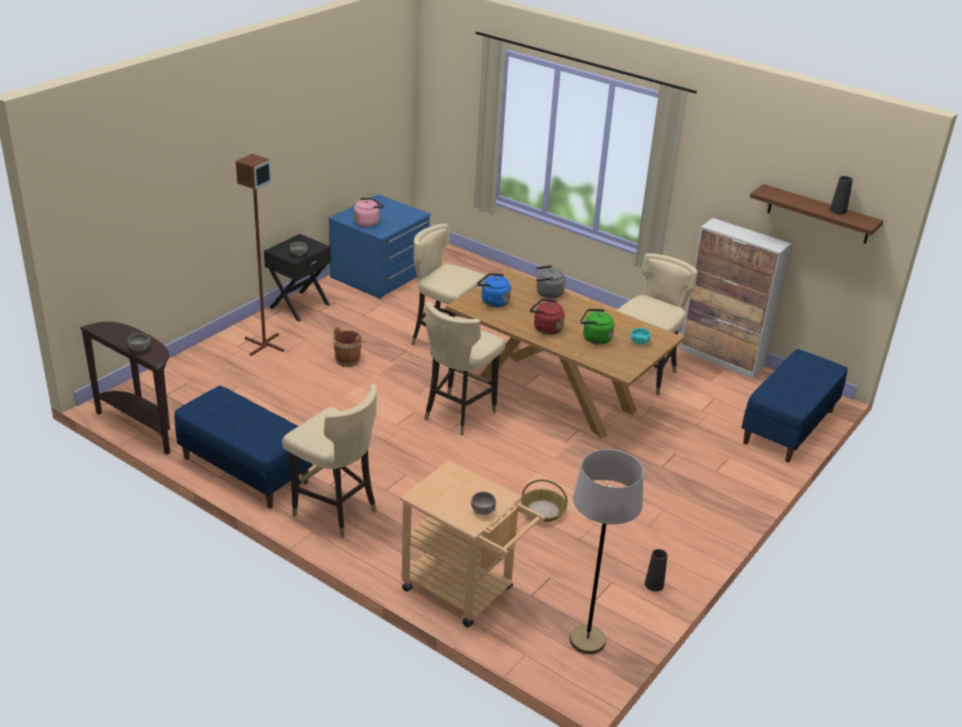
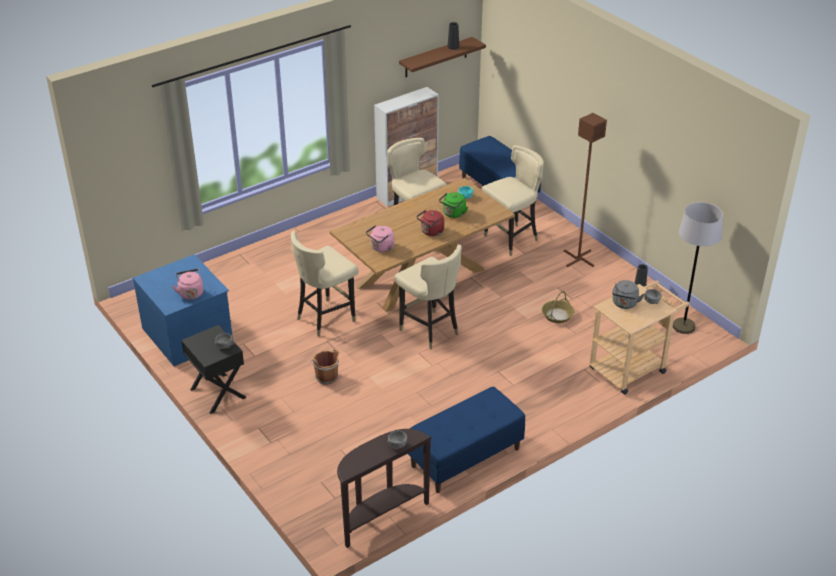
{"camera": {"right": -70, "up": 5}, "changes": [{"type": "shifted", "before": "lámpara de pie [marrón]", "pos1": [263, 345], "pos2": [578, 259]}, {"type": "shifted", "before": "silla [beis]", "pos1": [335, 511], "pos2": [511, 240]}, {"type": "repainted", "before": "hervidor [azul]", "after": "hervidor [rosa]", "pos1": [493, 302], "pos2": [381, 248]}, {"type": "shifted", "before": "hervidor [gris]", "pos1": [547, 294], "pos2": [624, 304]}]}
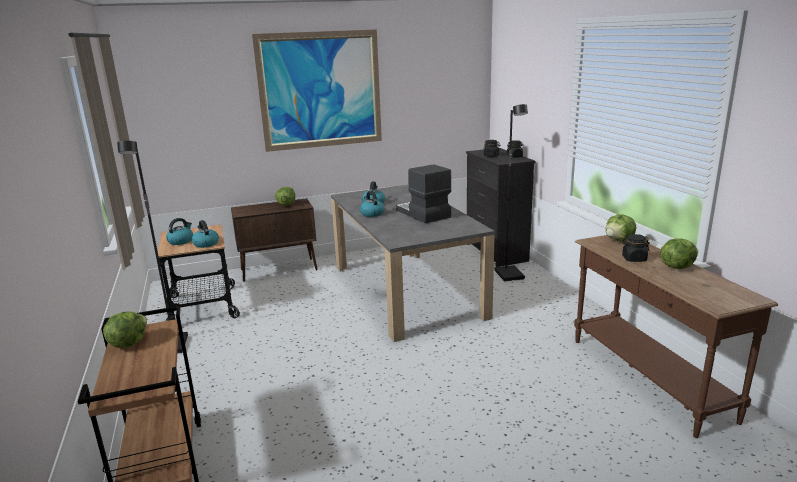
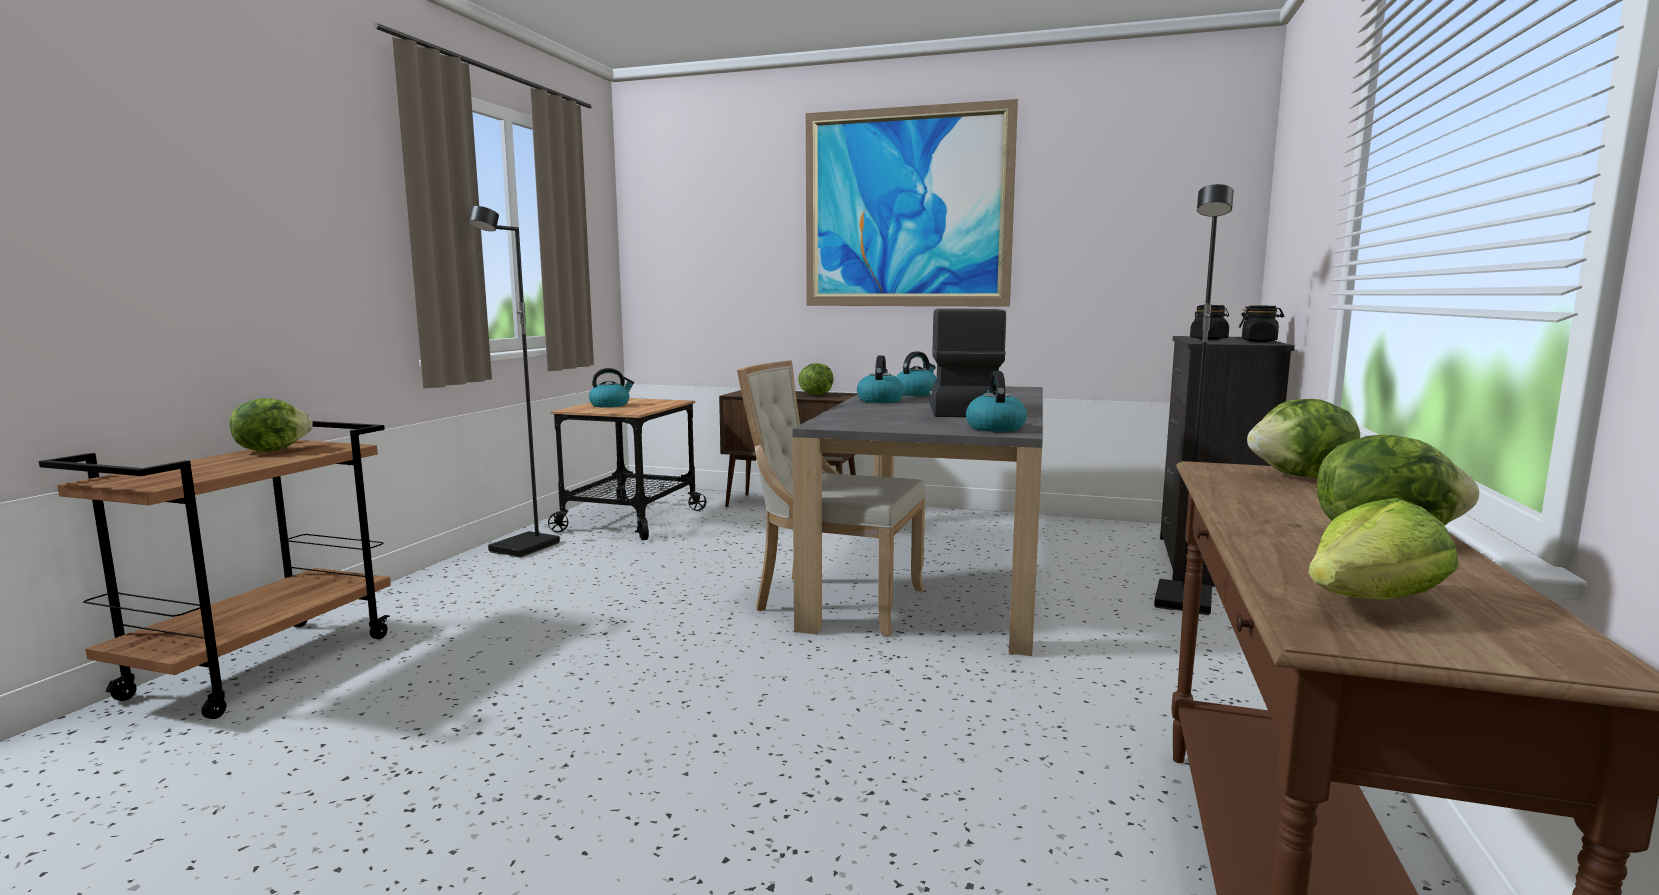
{"camera": {"right": 35, "up": -10}, "changes": [{"type": "shifted", "before": "hervidor", "pos1": [205, 244], "pos2": [995, 428]}, {"type": "gone", "before": "tarro [negro]", "pos1": [634, 259]}, {"type": "new", "after": "silla [beis]", "pos2": [833, 601]}, {"type": "new", "after": "lechuga", "pos2": [1372, 603]}]}
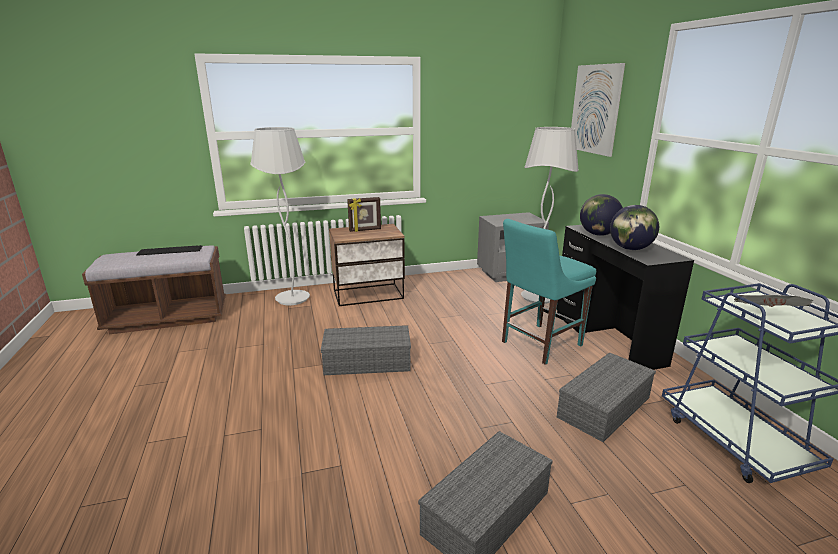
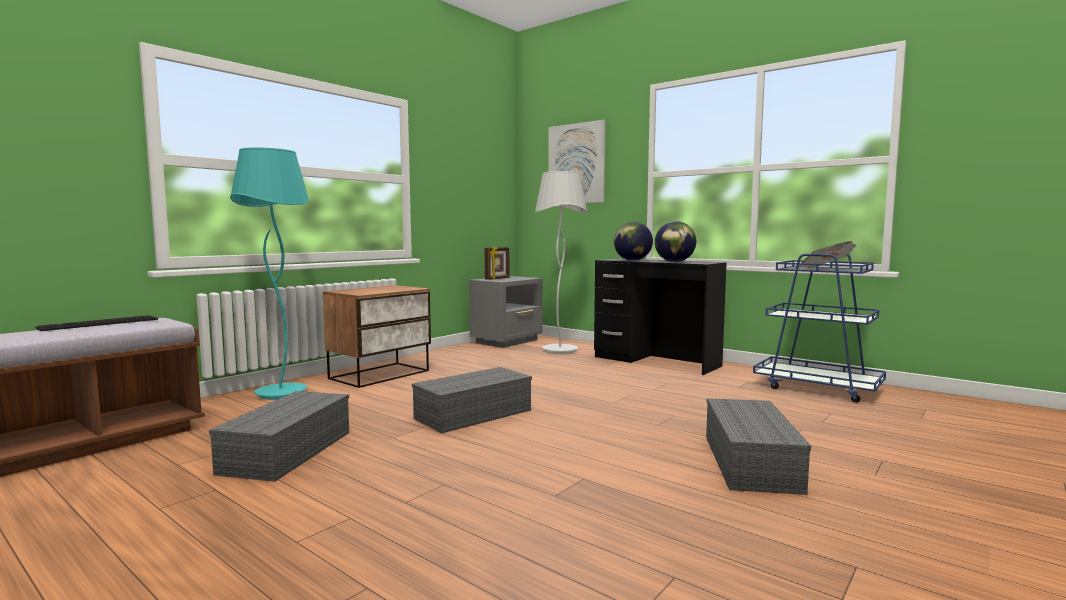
{"camera": {"right": -35, "up": -15}, "changes": [{"type": "repainted", "before": "lámpara de pie [blanco]", "after": "lámpara de pie [turquesa]", "pos1": [292, 299], "pos2": [280, 393]}, {"type": "shifted", "before": "portarretratos", "pos1": [365, 230], "pos2": [497, 279]}, {"type": "gone", "before": "silla [turquesa]", "pos1": [538, 344]}, {"type": "shifted", "before": "caja de almacenaje [gris]", "pos1": [603, 406], "pos2": [287, 451]}]}
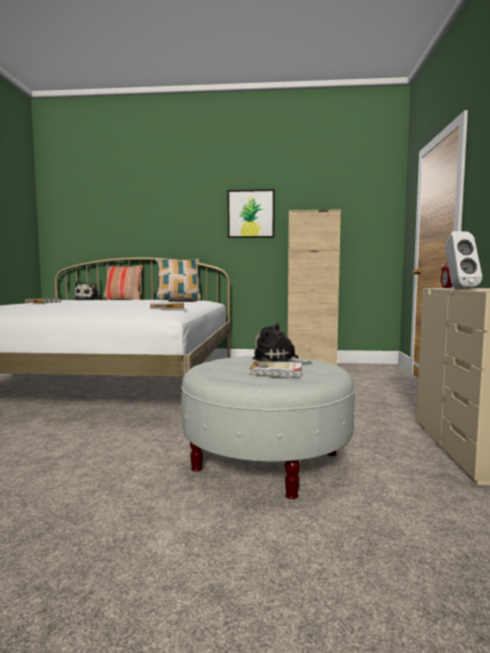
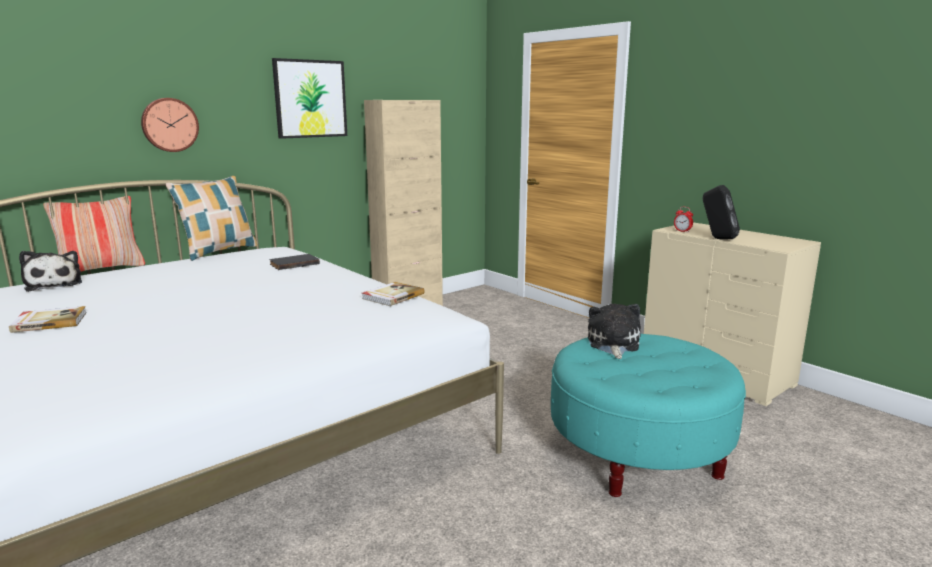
{"camera": {"right": -45, "up": 10}, "changes": [{"type": "repainted", "before": "puf [blanco]", "after": "puf [turquesa]", "pos1": [267, 461], "pos2": [638, 454]}, {"type": "gone", "before": "libro", "pos1": [276, 371]}, {"type": "rotated", "before": "peluche", "pos1": [278, 360], "pos2": [613, 344], "turn": 120}, {"type": "repainted", "before": "altavoz [blanco]", "after": "altavoz [negro]", "pos1": [458, 289], "pos2": [717, 238]}, {"type": "new", "after": "reloj de pared", "pos2": [169, 125]}]}
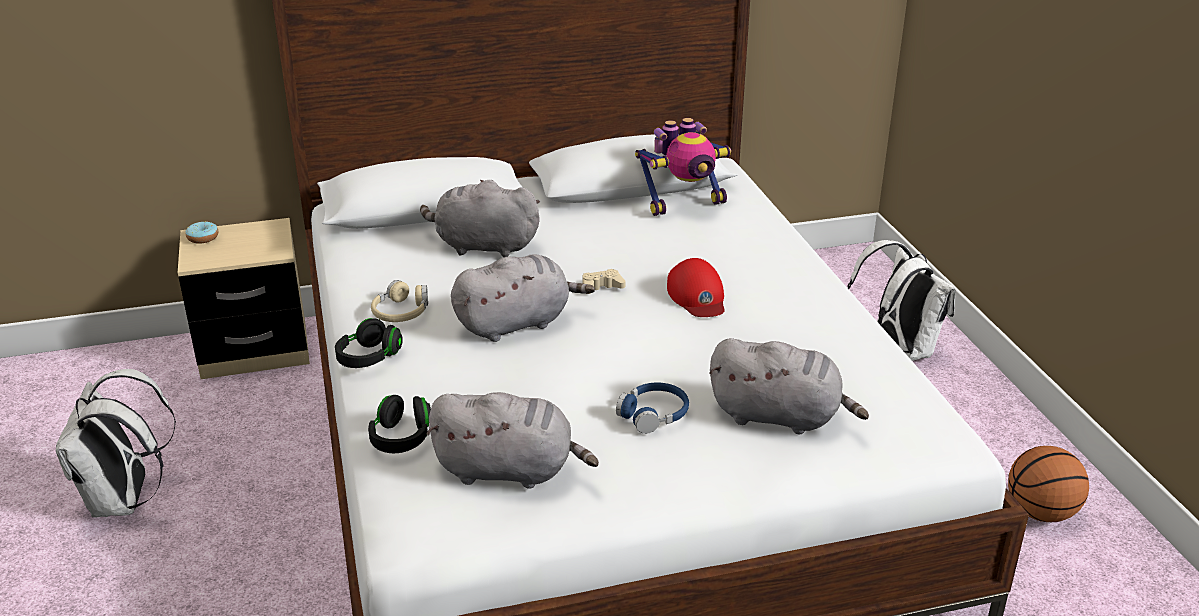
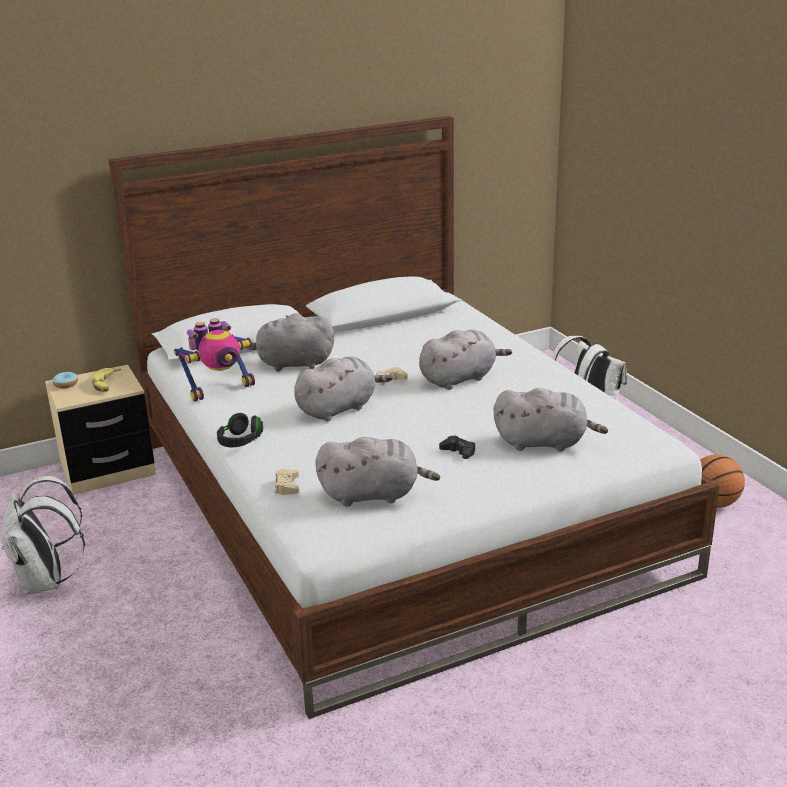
{"camera": {"right": -10, "up": -5}, "changes": [{"type": "swapped", "before": "auriculares [negro]", "after": "mando de consola [beis]", "pos1": [401, 438], "pos2": [287, 486]}, {"type": "gone", "before": "auriculares [beis]", "pos1": [401, 312]}, {"type": "swapped", "before": "auriculares [azul]", "after": "mando de consola [negro]", "pos1": [653, 414], "pos2": [458, 451]}, {"type": "shifted", "before": "robot de juguete", "pos1": [684, 204], "pos2": [220, 389]}, {"type": "swapped", "before": "gorra [rojo]", "after": "peluche [gris]", "pos1": [697, 296], "pos2": [460, 379]}, {"type": "new", "after": "plátano", "pos2": [107, 384]}]}
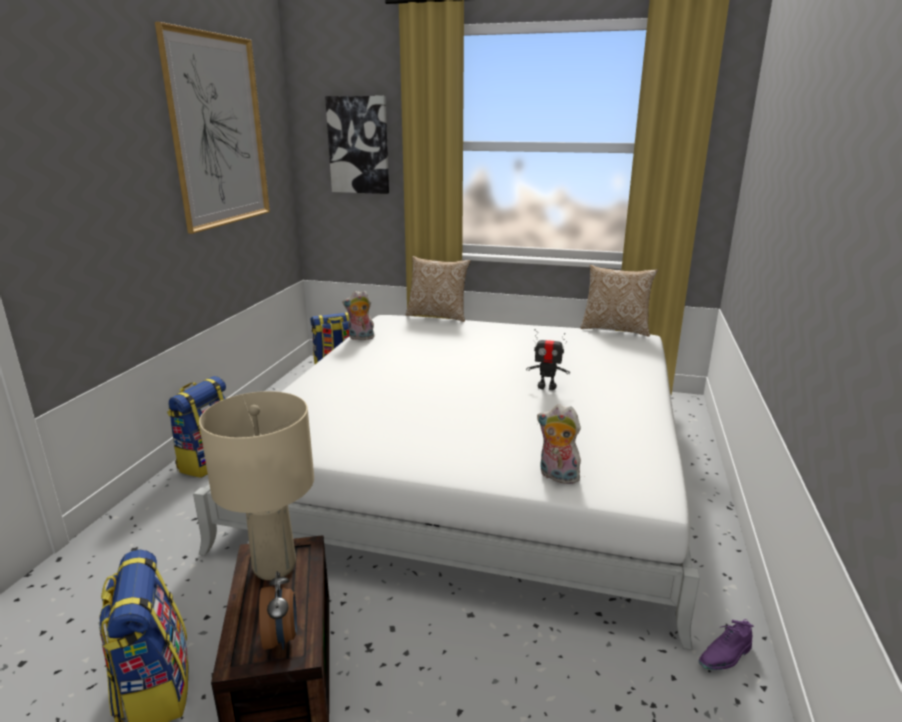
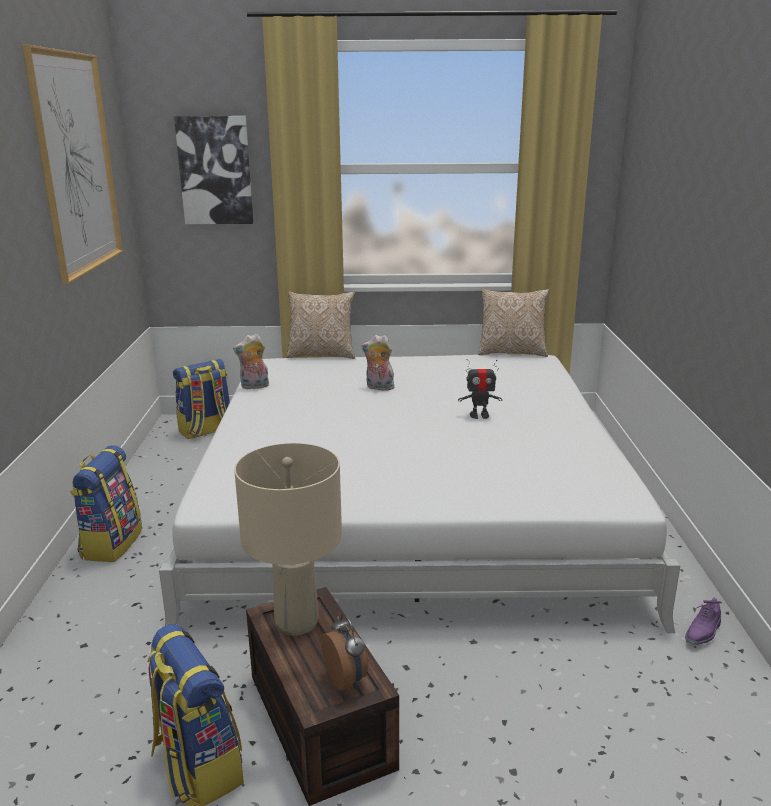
{"camera": {"right": -15, "up": 0}, "changes": [{"type": "shifted", "before": "peluche", "pos1": [557, 476], "pos2": [378, 388]}]}
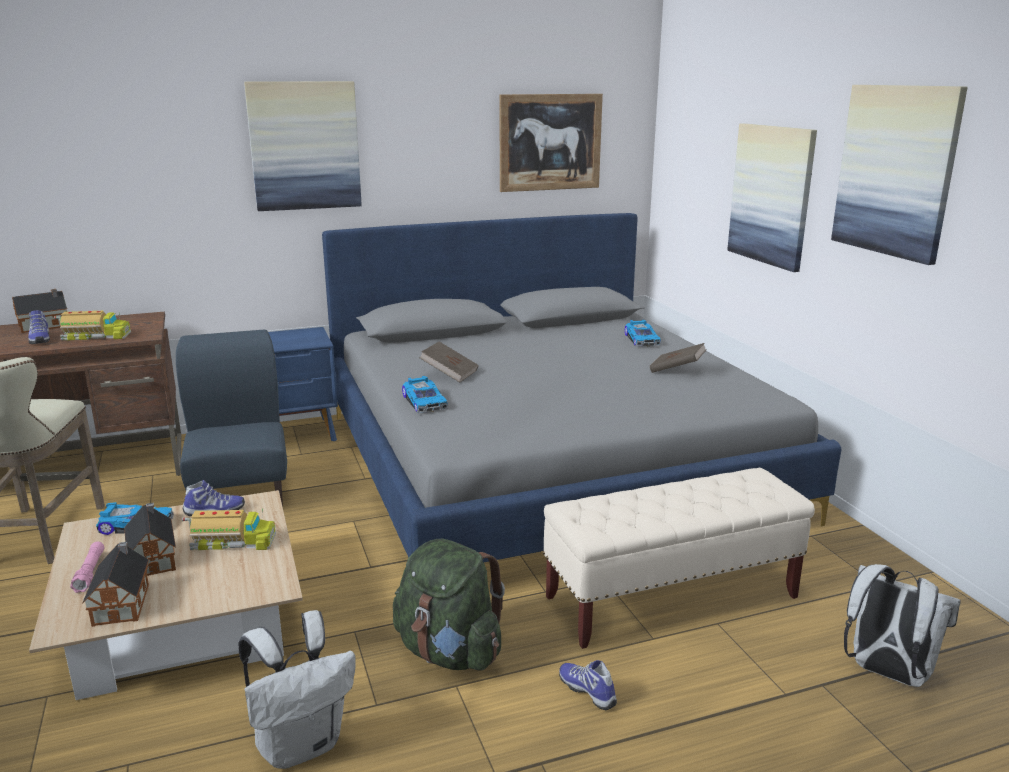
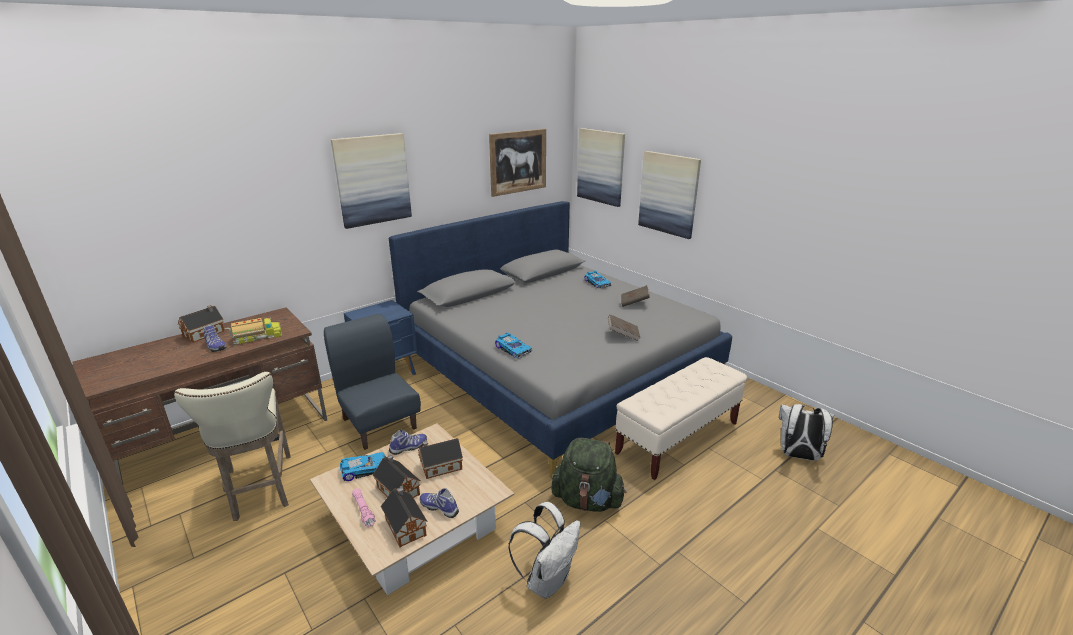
{"camera": {"right": -20, "up": 5}, "changes": [{"type": "swapped", "before": "camión de juguete", "after": "casita", "pos1": [232, 542], "pos2": [439, 466]}, {"type": "shifted", "before": "libro [marrón]", "pos1": [449, 374], "pos2": [623, 335]}, {"type": "shifted", "before": "zapato", "pos1": [588, 691], "pos2": [440, 507]}, {"type": "shifted", "before": "cuadro", "pos1": [896, 171], "pos2": [601, 166]}]}
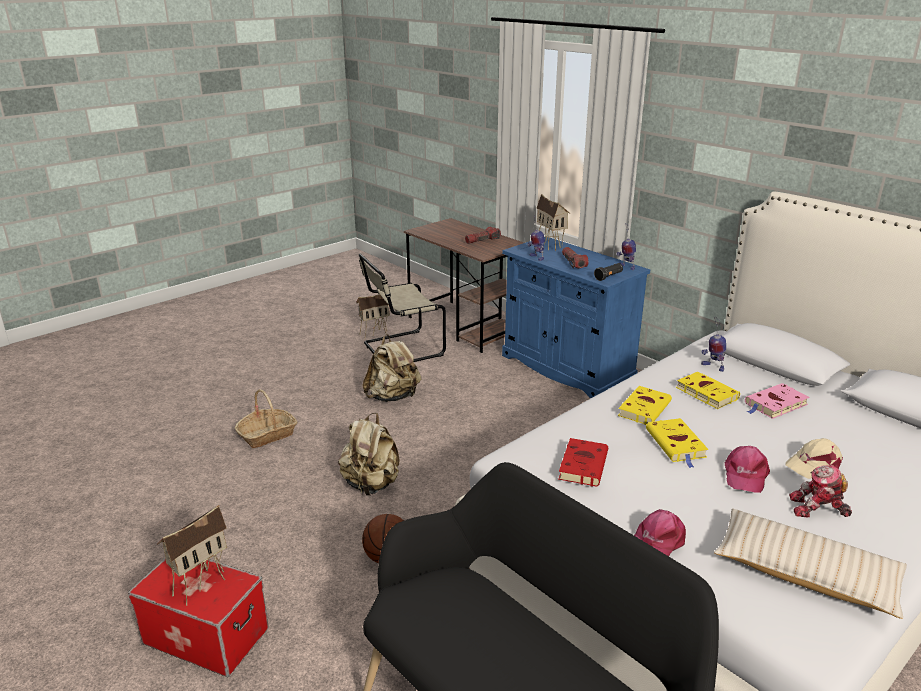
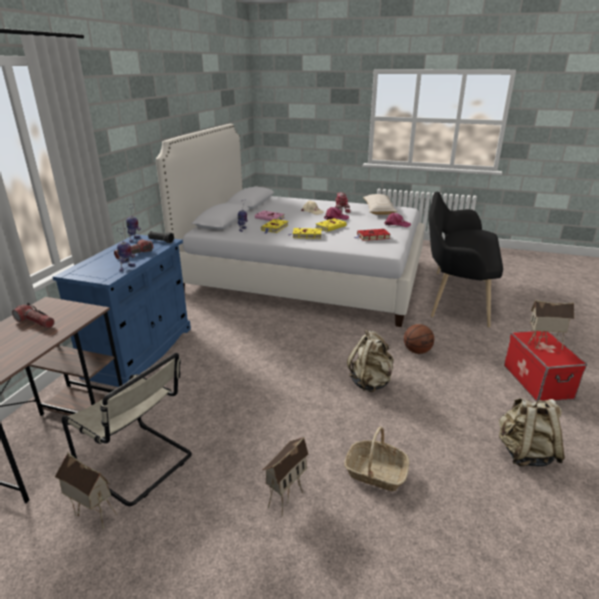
{"camera": {"right": -120, "up": 0}, "changes": [{"type": "shifted", "before": "mochila [beis]", "pos1": [393, 397], "pos2": [524, 453]}, {"type": "shifted", "before": "casita", "pos1": [550, 245], "pos2": [285, 496]}]}
